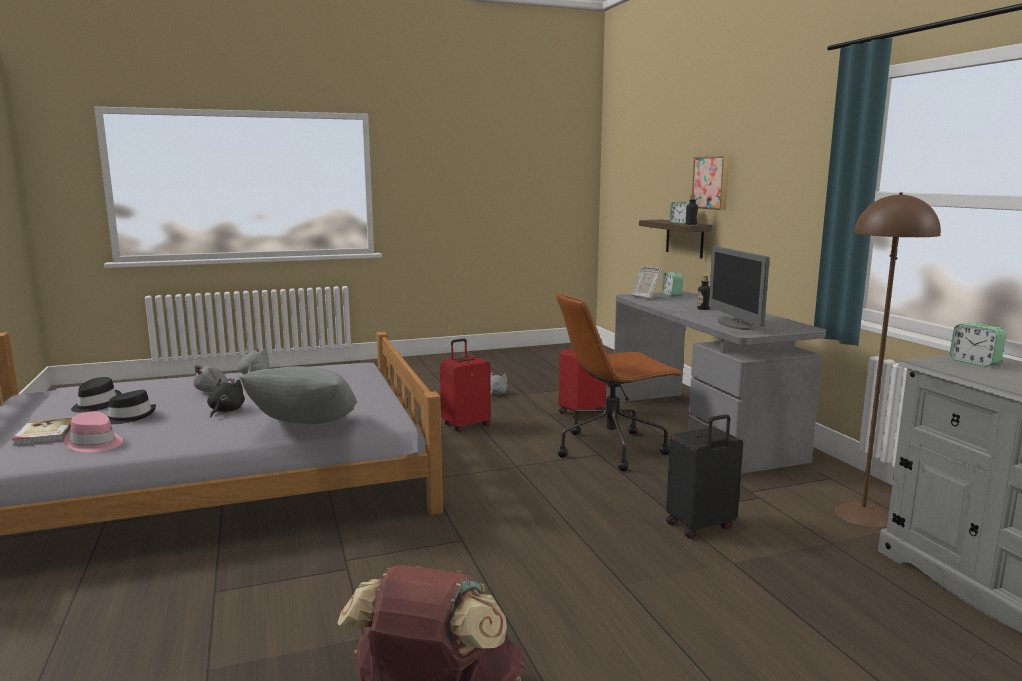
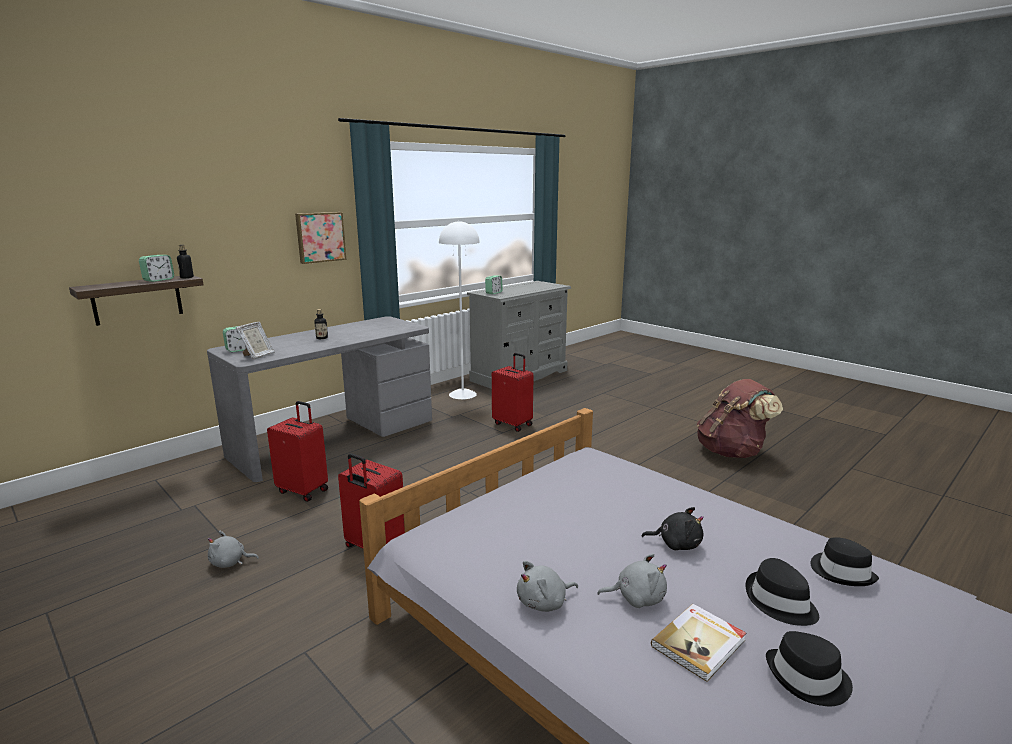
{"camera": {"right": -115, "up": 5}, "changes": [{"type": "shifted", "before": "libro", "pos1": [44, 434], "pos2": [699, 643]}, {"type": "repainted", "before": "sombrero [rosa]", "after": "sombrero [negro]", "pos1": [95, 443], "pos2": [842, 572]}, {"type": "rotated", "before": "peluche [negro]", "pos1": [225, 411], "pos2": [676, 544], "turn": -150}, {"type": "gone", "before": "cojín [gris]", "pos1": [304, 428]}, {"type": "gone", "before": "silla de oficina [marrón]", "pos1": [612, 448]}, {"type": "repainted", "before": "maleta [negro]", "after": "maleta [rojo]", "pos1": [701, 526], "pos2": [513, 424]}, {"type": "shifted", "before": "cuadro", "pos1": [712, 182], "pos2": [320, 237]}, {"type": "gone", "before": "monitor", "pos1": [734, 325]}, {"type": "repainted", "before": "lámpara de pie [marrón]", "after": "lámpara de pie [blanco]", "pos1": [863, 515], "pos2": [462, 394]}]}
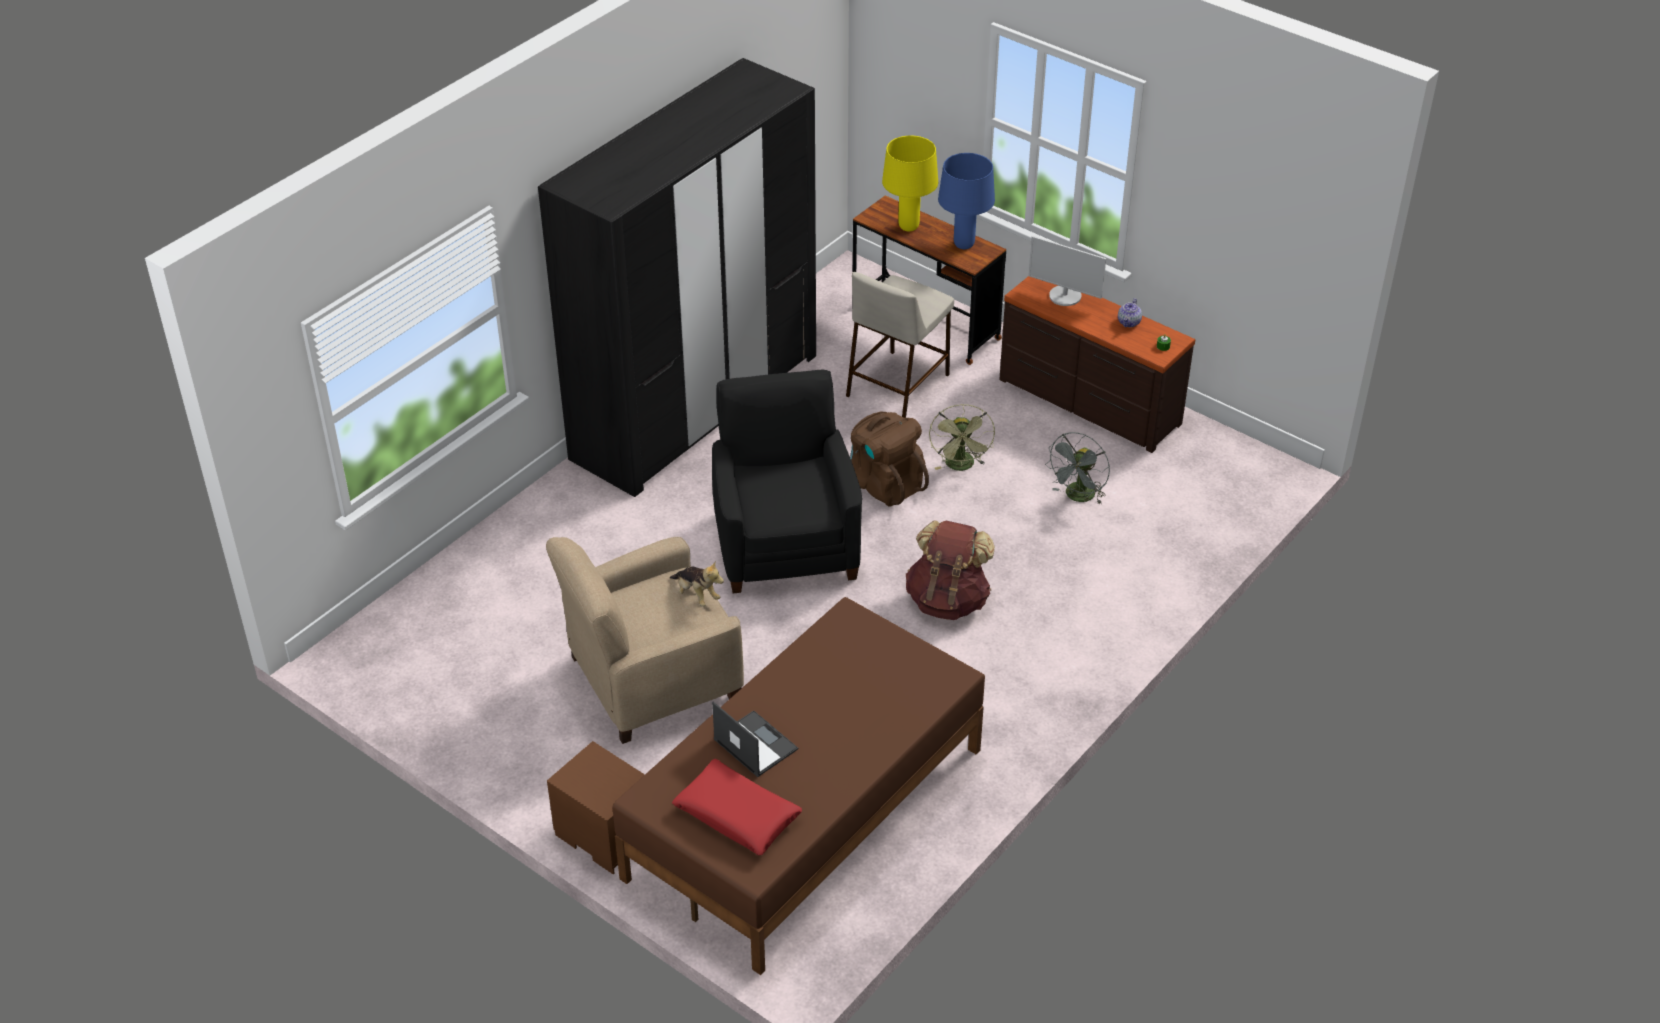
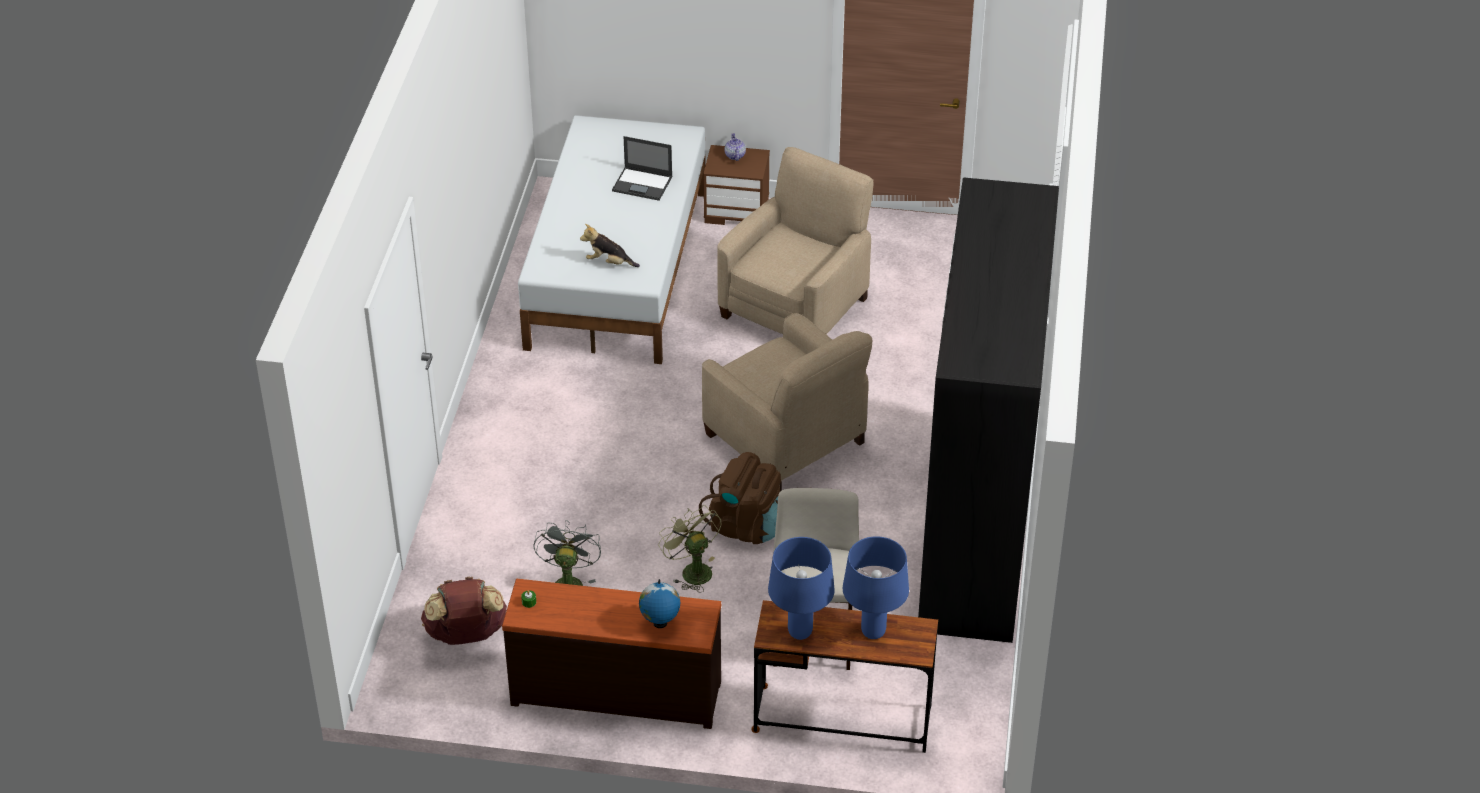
{"camera": {"right": 150, "up": 0}, "changes": [{"type": "repainted", "before": "cama [marrón]", "after": "cama [blanco]", "pos1": [802, 812], "pos2": [619, 268]}, {"type": "shifted", "before": "peluche", "pos1": [696, 595], "pos2": [609, 262]}, {"type": "gone", "before": "cojín [rojo]", "pos1": [737, 815]}, {"type": "repainted", "before": "sillón [negro]", "after": "sillón [beis]", "pos1": [785, 544], "pos2": [786, 439]}, {"type": "repainted", "before": "lámpara de mesa [amarillo]", "after": "lámpara de mesa [azul]", "pos1": [909, 227], "pos2": [872, 632]}, {"type": "shifted", "before": "mochila [marrón]", "pos1": [948, 600], "pos2": [466, 635]}, {"type": "swapped", "before": "monitor", "after": "globo terráqueo", "pos1": [1065, 296], "pos2": [660, 623]}, {"type": "shifted", "before": "tetera", "pos1": [1129, 322], "pos2": [734, 155]}]}
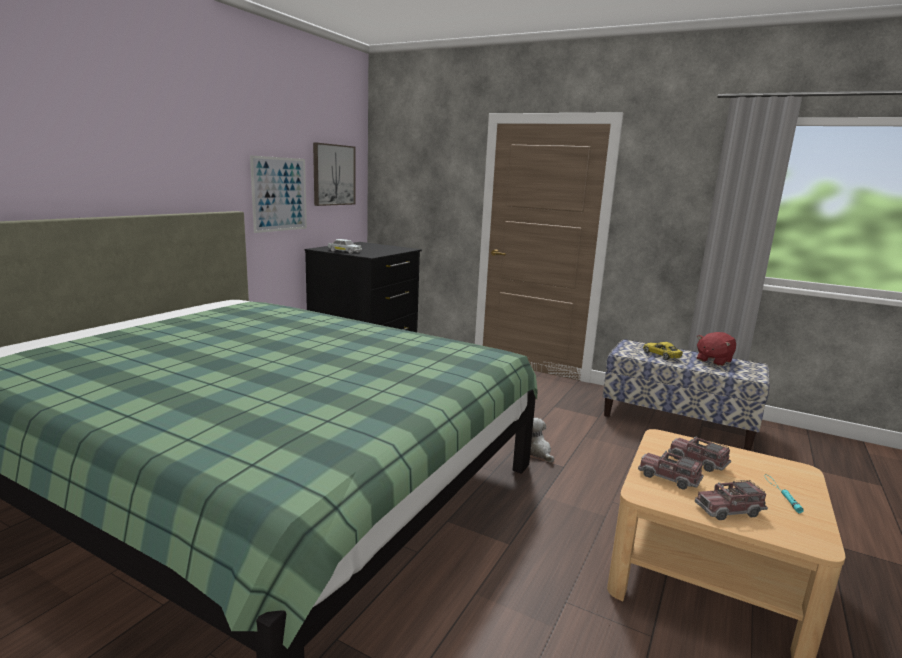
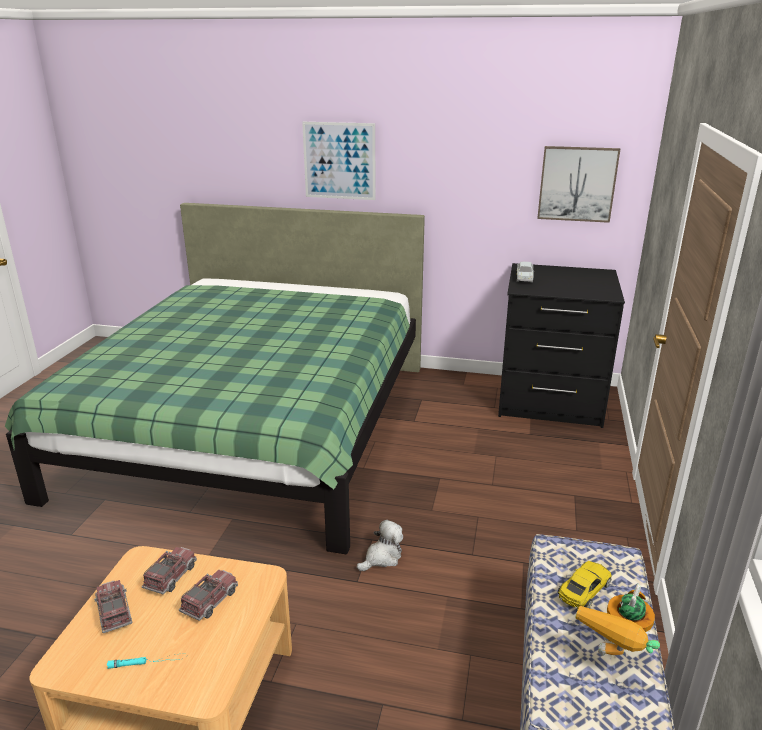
{"camera": {"right": 75, "up": 10}, "changes": [{"type": "shifted", "before": "cuadro", "pos1": [279, 194], "pos2": [339, 161]}, {"type": "swapped", "before": "peluche [rojo]", "after": "robot de juguete", "pos1": [713, 360], "pos2": [615, 660]}]}
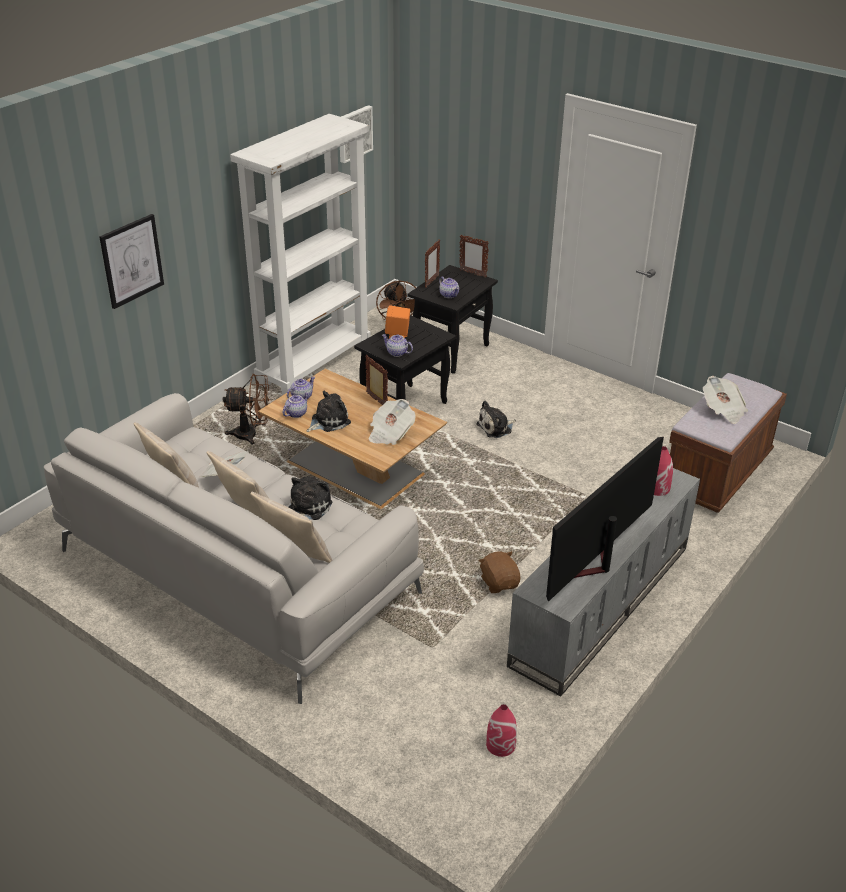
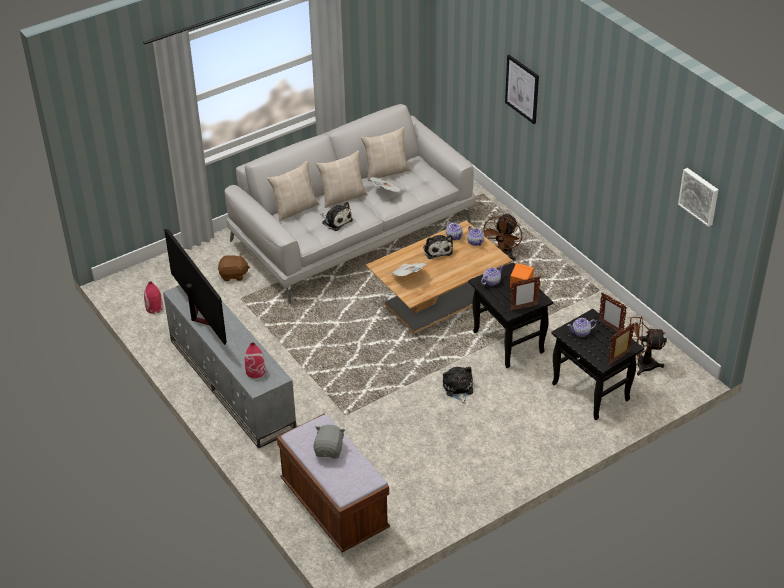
{"camera": {"right": 110, "up": 5}, "changes": [{"type": "gone", "before": "estantería [blanco]", "pos1": [314, 365]}, {"type": "shifted", "before": "portarretratos", "pos1": [376, 401], "pos2": [523, 307]}, {"type": "shifted", "before": "peluche [marrón]", "pos1": [499, 583], "pos2": [233, 275]}, {"type": "swapped", "before": "periódico", "after": "peluche [gris]", "pos1": [723, 410], "pos2": [329, 450]}]}
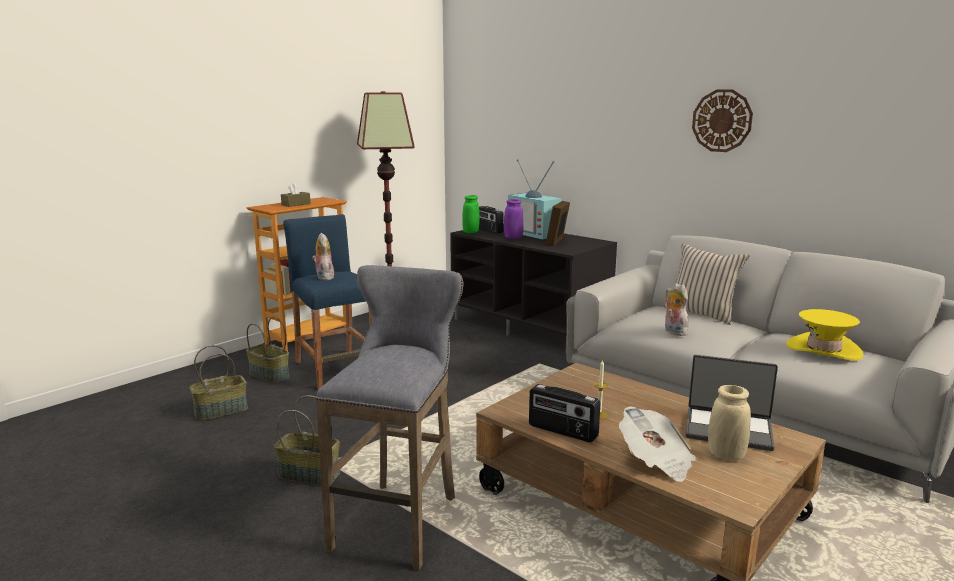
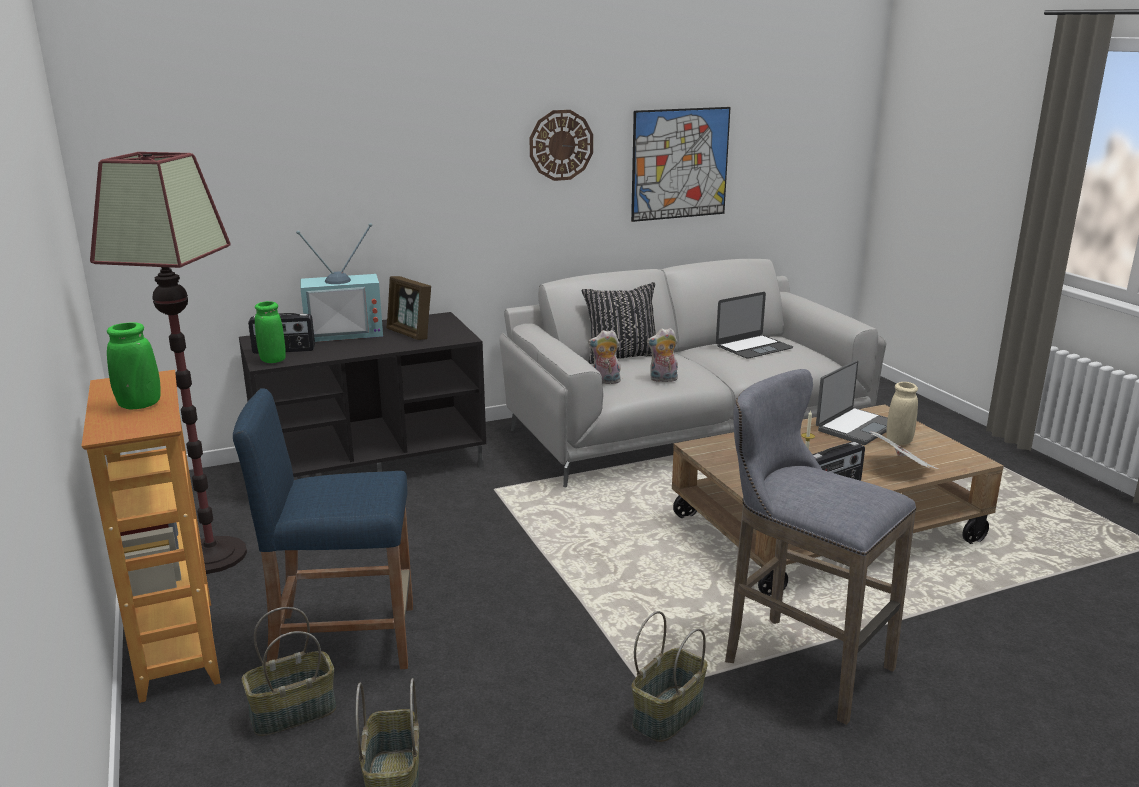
{"camera": {"right": -65, "up": 5}, "changes": [{"type": "swapped", "before": "caja de pañuelos [marrón]", "after": "florero [verde]", "pos1": [296, 204], "pos2": [139, 405]}, {"type": "shifted", "before": "peluche", "pos1": [323, 277], "pos2": [605, 382]}, {"type": "gone", "before": "florero [morado]", "pos1": [513, 238]}, {"type": "repainted", "before": "cojín [beis]", "after": "cojín [negro]", "pos1": [701, 313], "pos2": [622, 356]}, {"type": "swapped", "before": "sombrero [amarillo]", "after": "portátil", "pos1": [823, 350], "pos2": [754, 347]}, {"type": "new", "after": "cuadro", "pos2": [680, 164]}]}
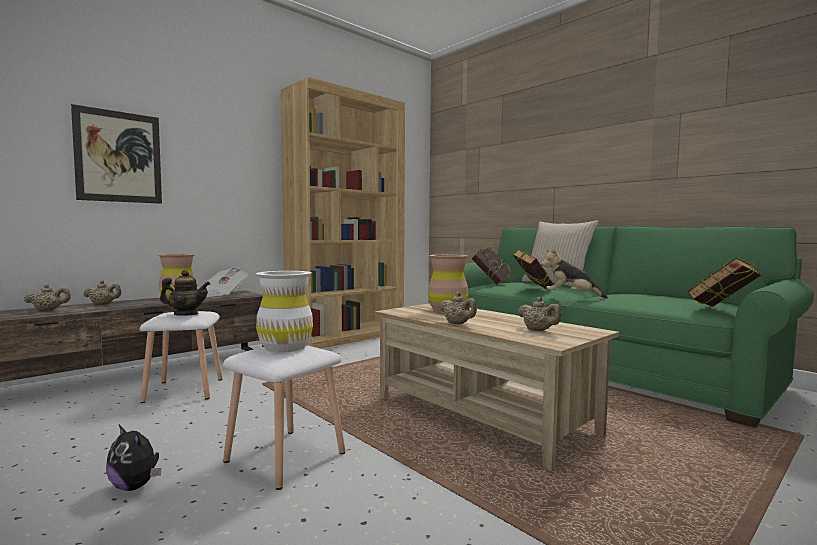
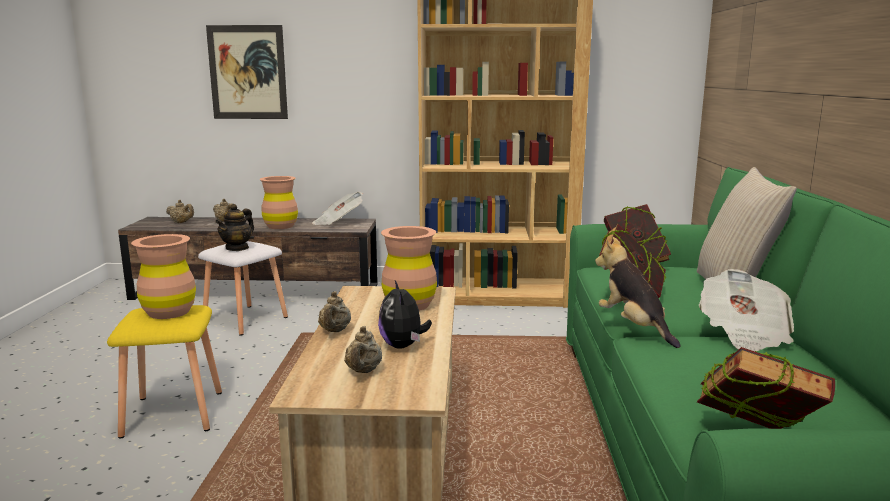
{"camera": {"right": 45, "up": 10}, "changes": [{"type": "shifted", "before": "peluche", "pos1": [135, 486], "pos2": [403, 346]}, {"type": "rotated", "before": "tetera", "pos1": [186, 314], "pos2": [237, 248], "turn": 75}, {"type": "repainted", "before": "taburete [blanco]", "after": "taburete [amarillo]", "pos1": [284, 458], "pos2": [171, 414]}, {"type": "repainted", "before": "florero [blanco]", "after": "florero [marrón]", "pos1": [285, 347], "pos2": [169, 312]}, {"type": "new", "after": "periódico", "pos2": [743, 334]}]}
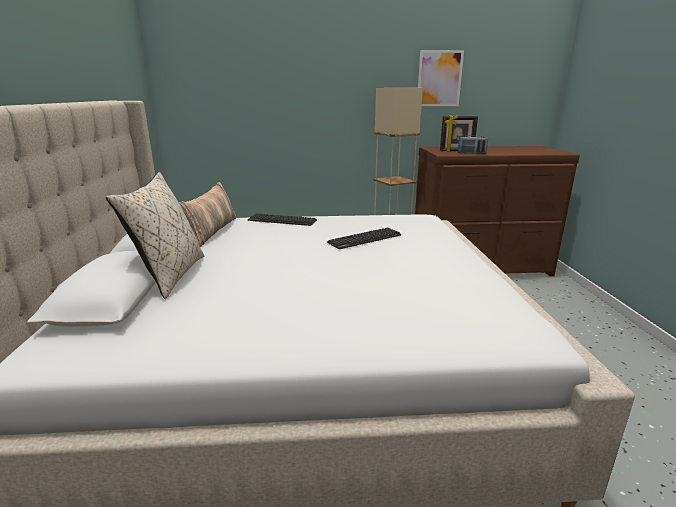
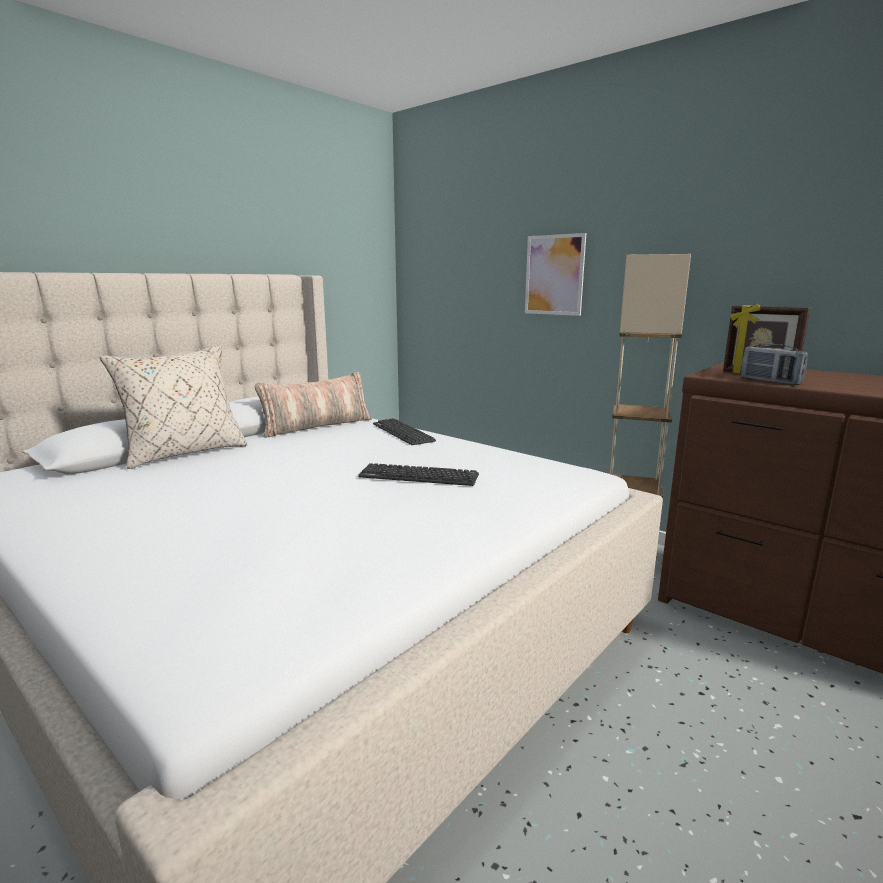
{"camera": {"right": 45, "up": -5}, "changes": [{"type": "shifted", "before": "cuadro", "pos1": [439, 78], "pos2": [554, 275]}]}
